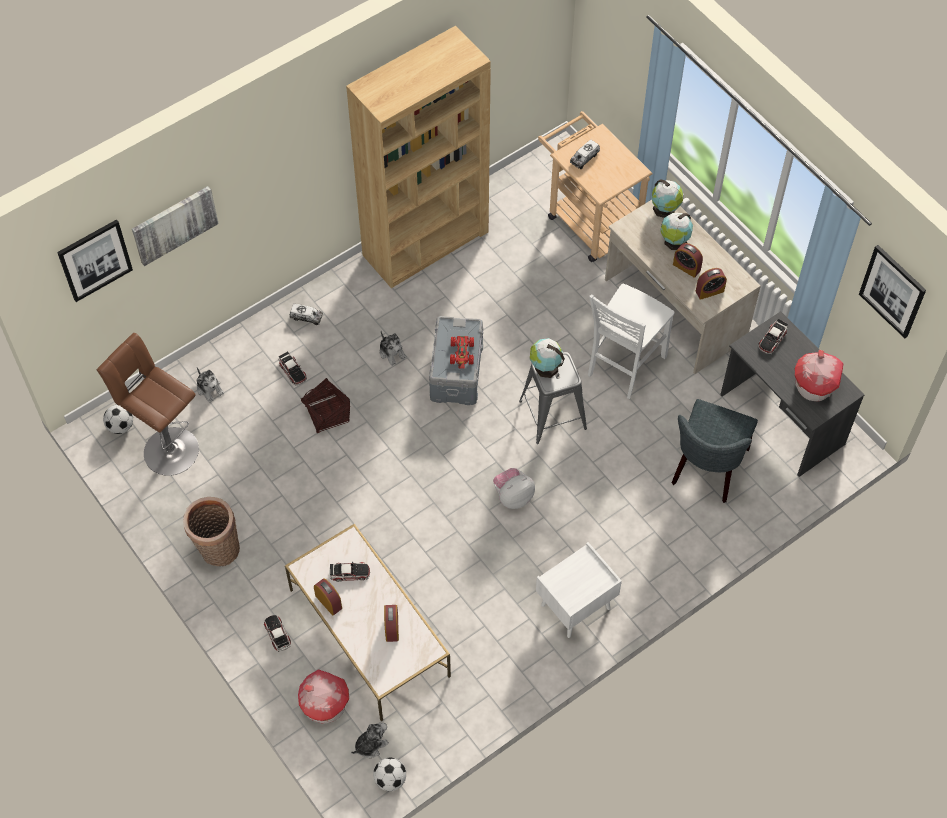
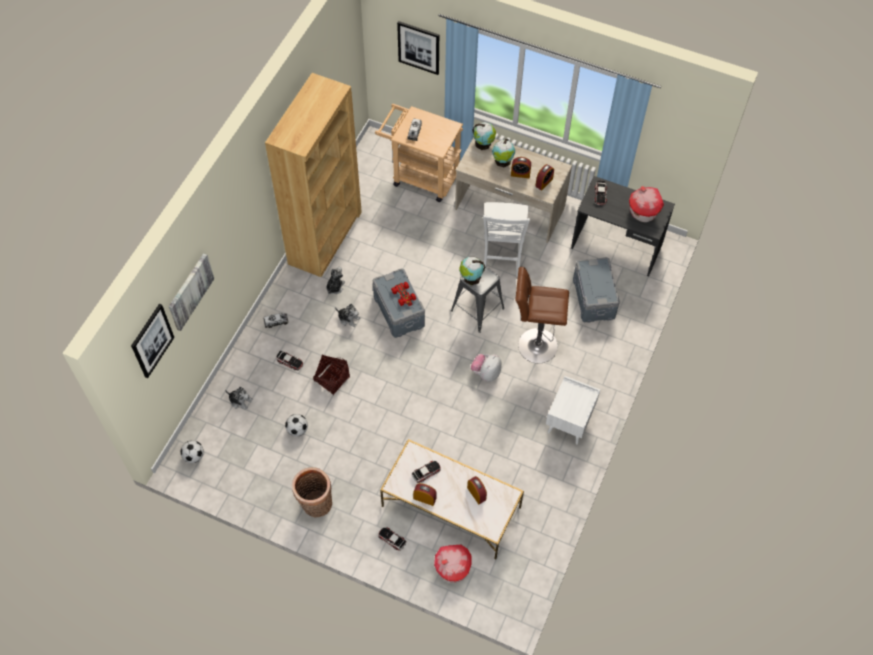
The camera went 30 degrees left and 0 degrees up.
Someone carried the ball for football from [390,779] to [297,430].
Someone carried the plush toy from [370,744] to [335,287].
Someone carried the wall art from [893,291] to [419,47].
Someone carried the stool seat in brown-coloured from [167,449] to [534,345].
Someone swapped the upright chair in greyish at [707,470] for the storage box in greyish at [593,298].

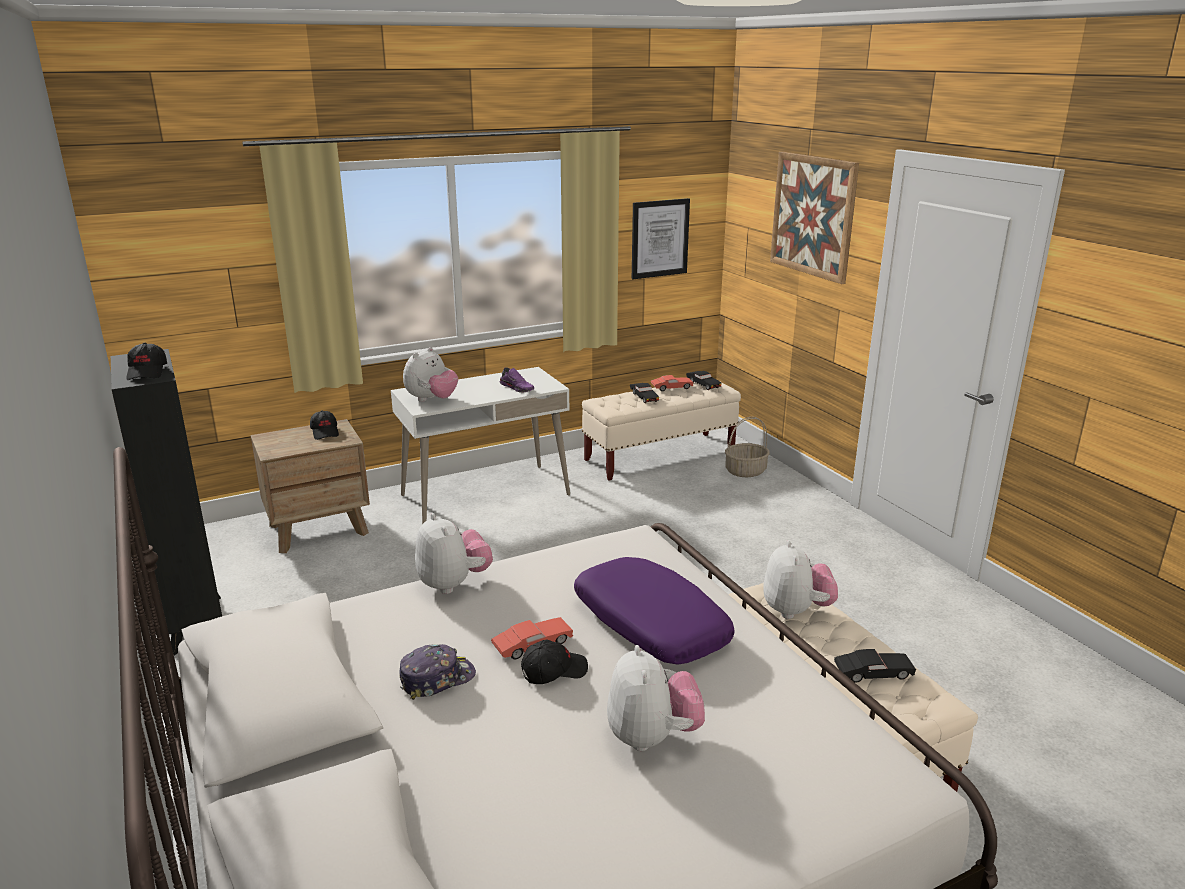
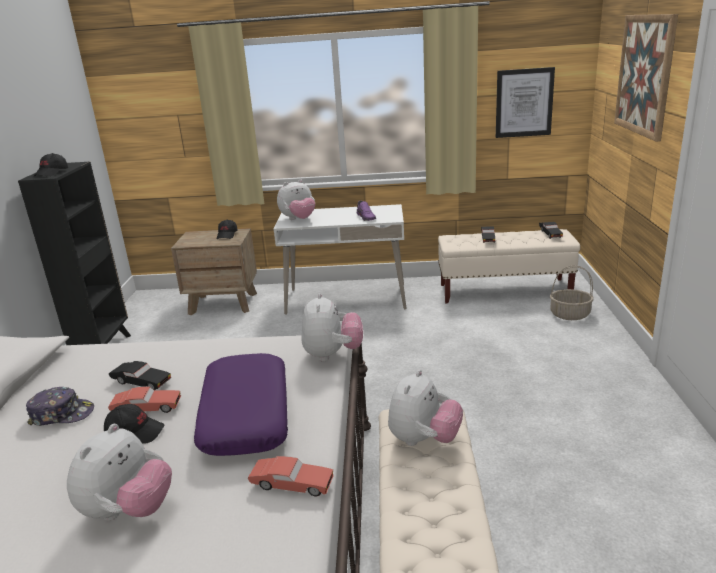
The camera went 30 degrees right and 0 degrees up.
Someone carried the model car in black-coloured from [873,674] to [141,382].
Someone carried the model car in red-coloured from [671,388] to [292,485].
Someone carried the plush toy from [454,583] to [333,354].

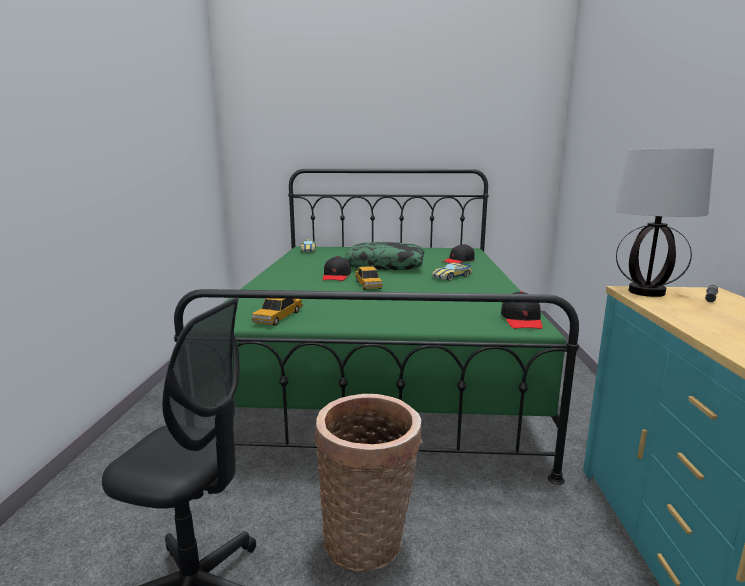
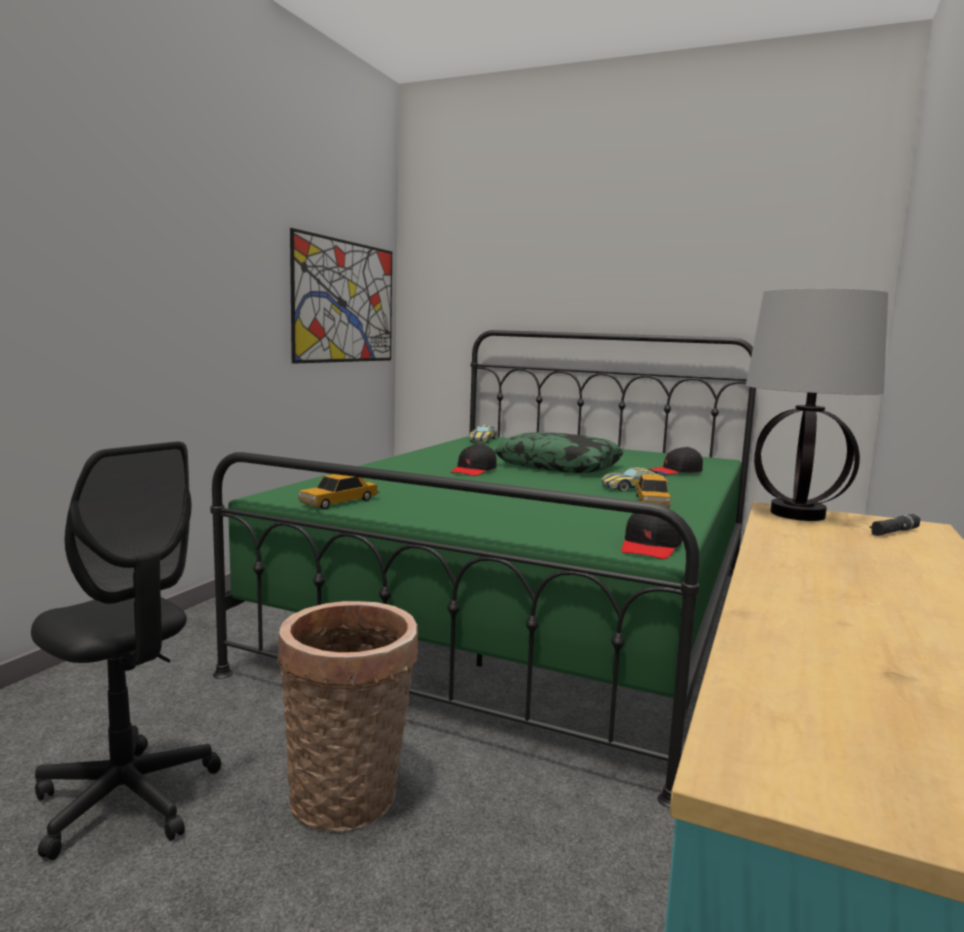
The camera went 20 degrees right and 5 degrees down.
Someone put up the wall art at [345,302].
Someone carried the model car from [368,284] to [652,502].

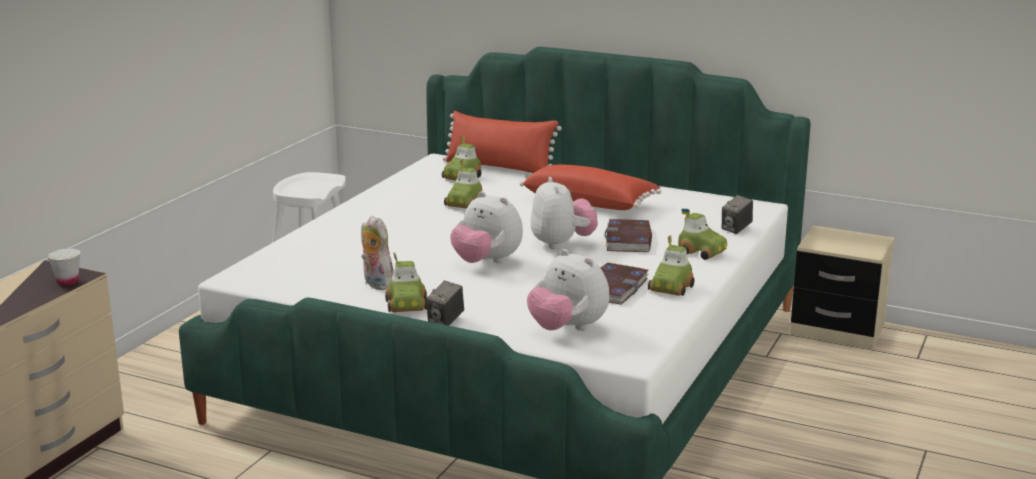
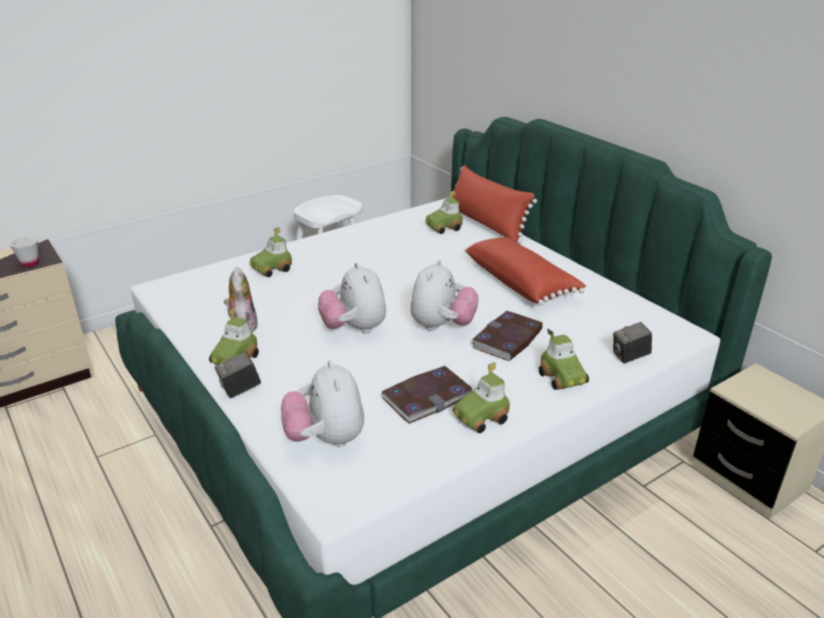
The camera went 30 degrees right and 10 degrees up.
Someone carried the model car from [464,204] to [272,269].

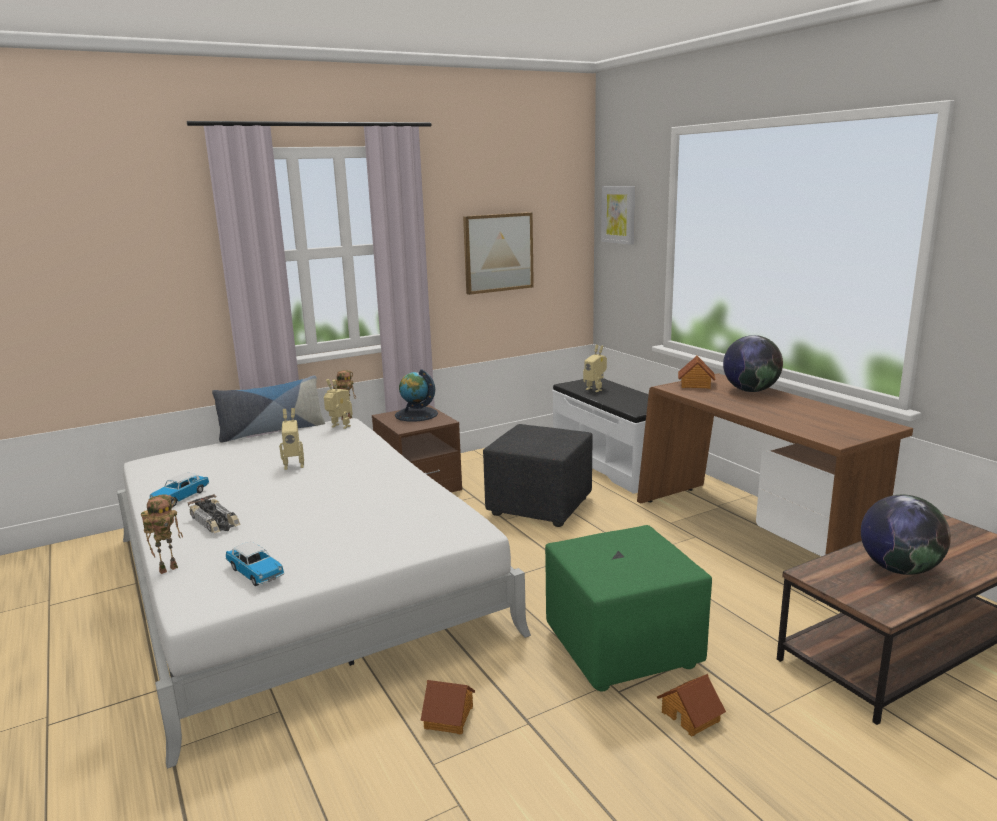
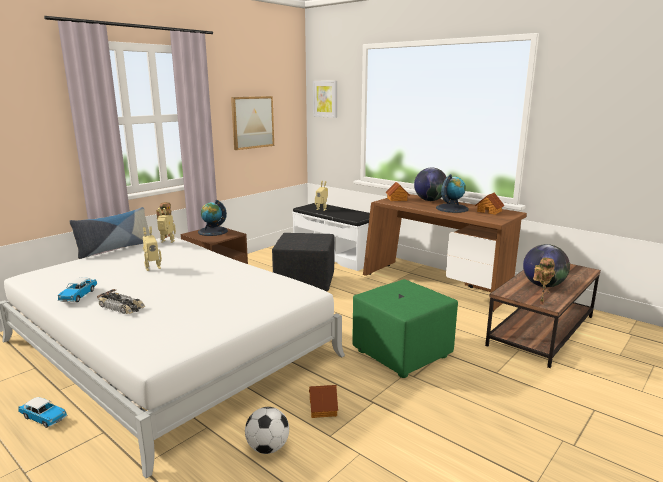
The camera went 20 degrees left and 0 degrees up.
Someone carried the model car from [255,573] to [44,418].
Someone put down the ball for football at [267,448].
Someone put down the globe at [452,208].
Someone carried the miniature house from [691,716] to [489,211].
Someone carried the robot figure from [169,568] to [540,302].

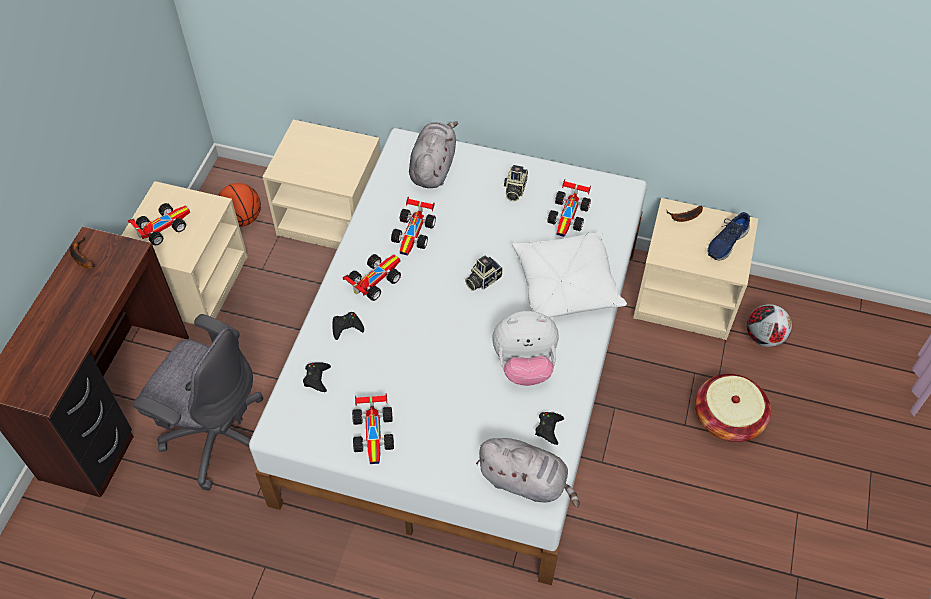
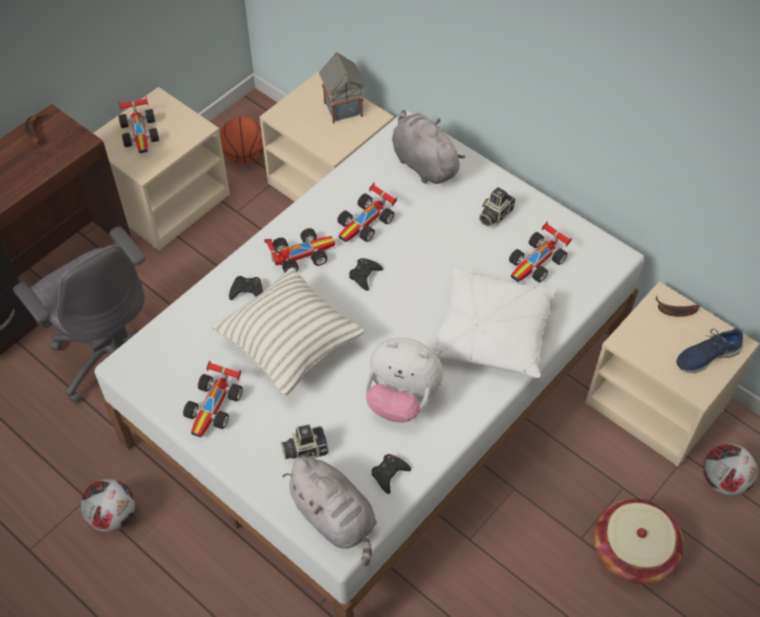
The camera went 25 degrees right and 0 degrees up.
Someone put down the ball for football at [113,515].
Someone rotated the model car at [162,227] by 90 degrees clockwise.
Someone put down the throw pillow at [290,346].
Someone carried the photo camera from [482,280] to [304,449].
Someone put down the miniature house at [342,108].
Someone carried the game controller in black-coloured from [317,378] to [364,275].
Someone rotated the plush toy in greyish at [433,167] by 75 degrees counterclockwise.

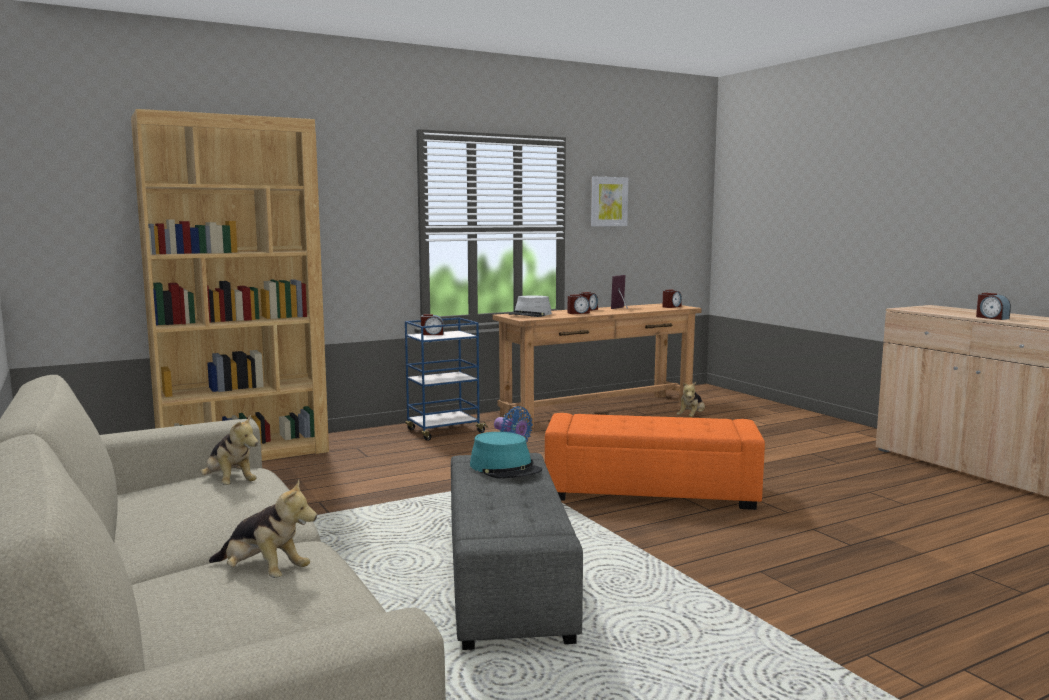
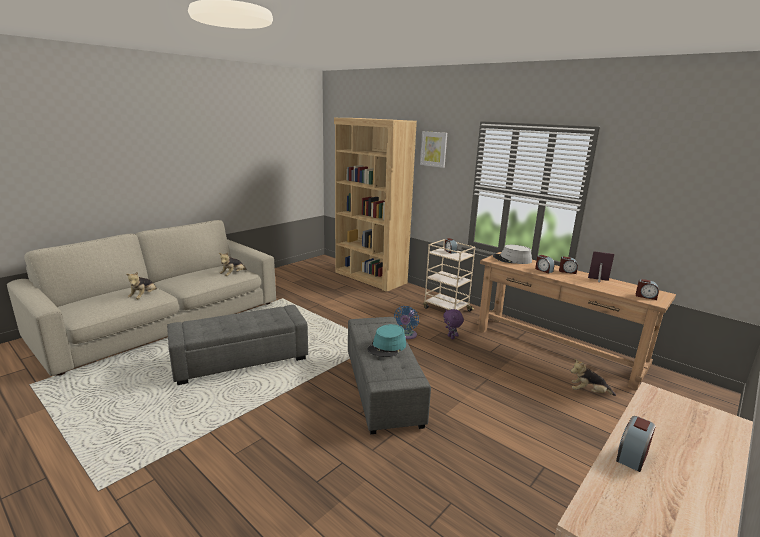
The camera went 70 degrees right and 10 degrees up.
Someone repainted the ottoman in orange at [650,491], which became the ottoman in greyish at [383,387].
Someone carried the wearable hat in turquoise from [505,468] to [387,347].
Someone carried the wall art from [608,201] to [434,149].
Someone repainted the trolley in blue-coloured at [444,431], which became the trolley in beige-coloured at [446,309].
Someone put down the plush toy in purple at [451,337].

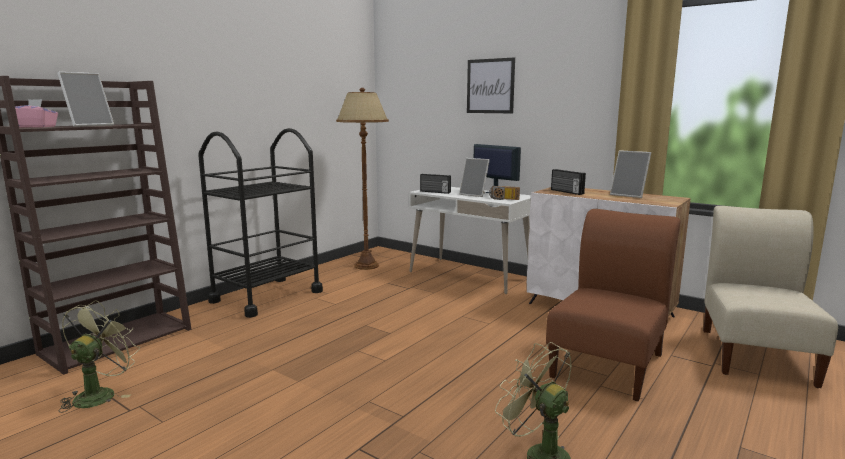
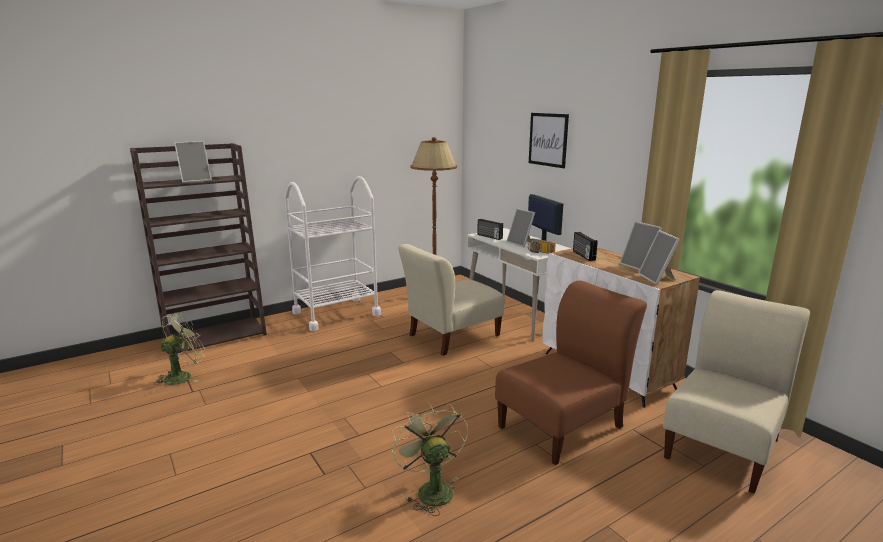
The camera went 20 degrees right and 5 degrees up.
Someone repainted the trolley in black-coloured at [267,296], which became the trolley in white-coloured at [336,313].
Someone put down the upright chair in beige-coloured at [451,337].
Someone put down the picture frame at [657,279].
Someone took away the box of tissues in pink-coloured at [37,127].

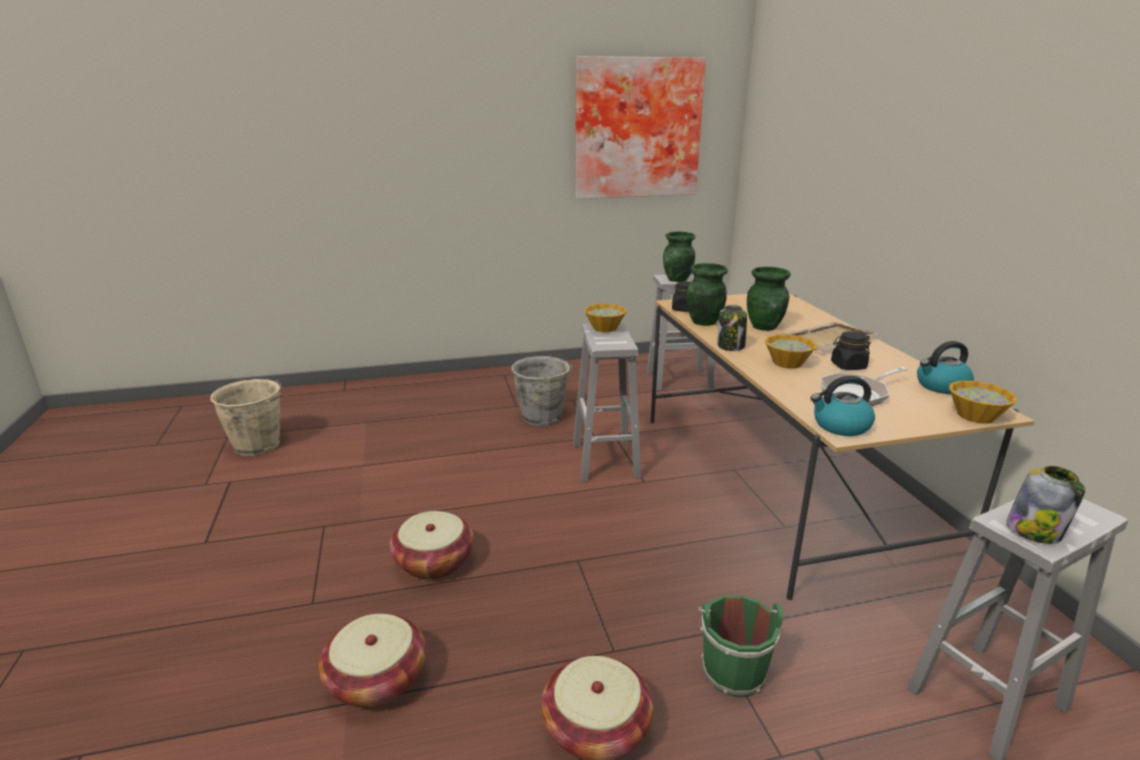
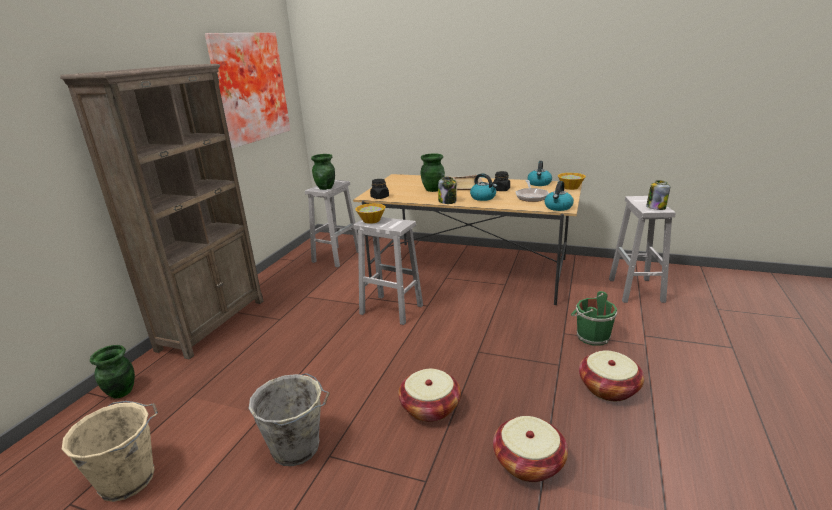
The camera went 55 degrees left and 0 degrees up.
Someone put down the bookshelf in brown-coloured at [213,324].
Someone carried the vase in green from [704,322] to [121,392].
Someone carried the bucket in greyish from [542,418] to [298,448].
Someone swapped the serving bowl at [787,363] for the kettle at [483,197].

